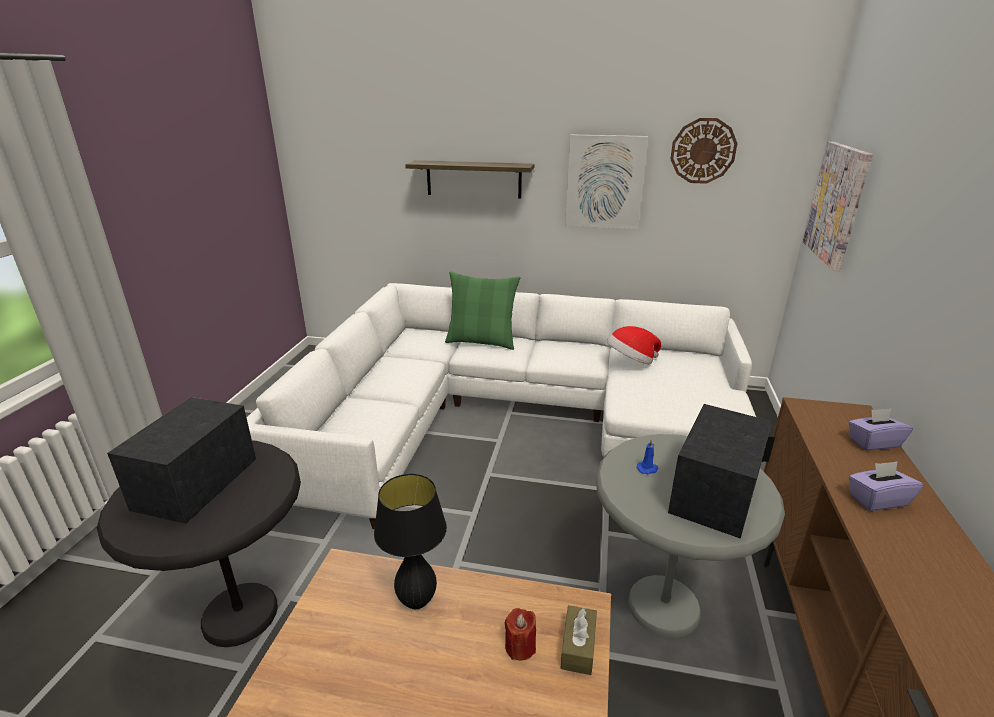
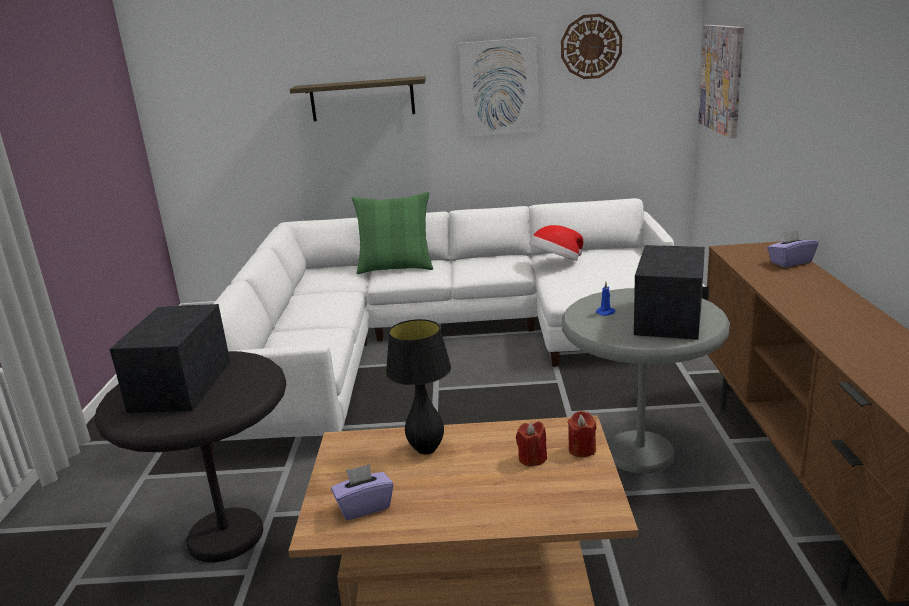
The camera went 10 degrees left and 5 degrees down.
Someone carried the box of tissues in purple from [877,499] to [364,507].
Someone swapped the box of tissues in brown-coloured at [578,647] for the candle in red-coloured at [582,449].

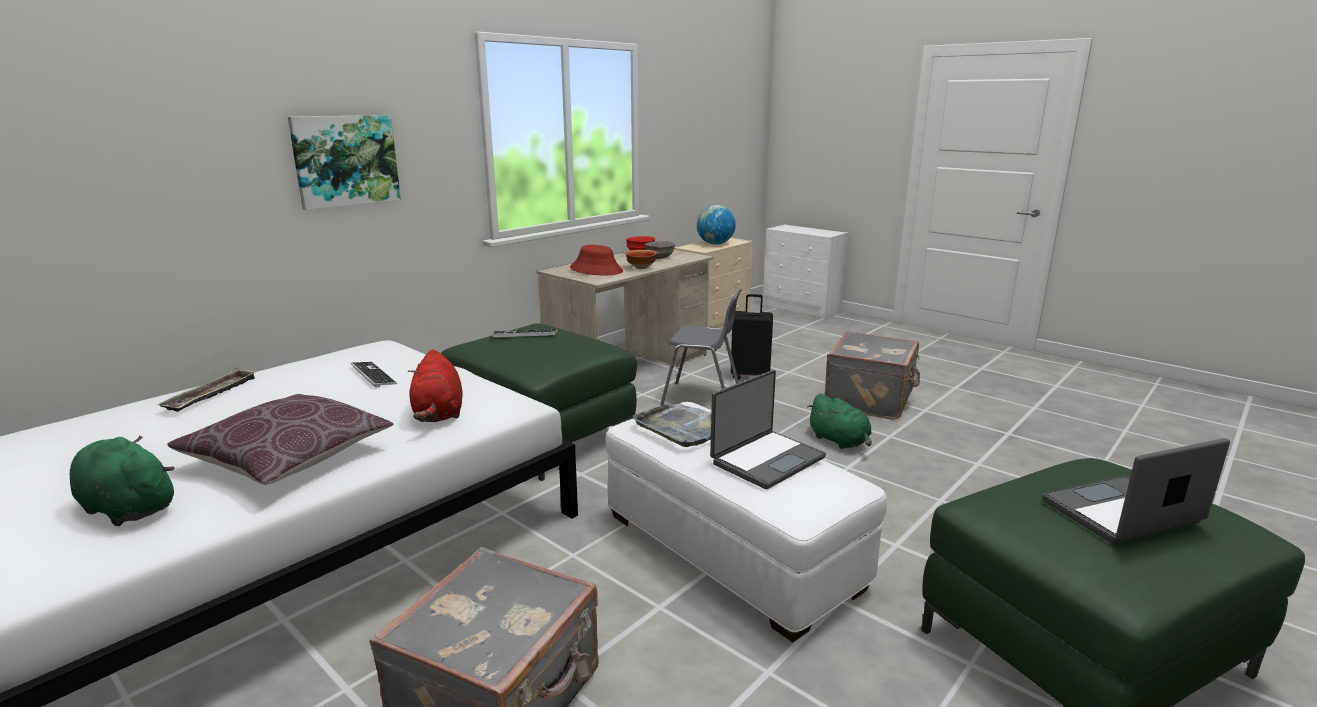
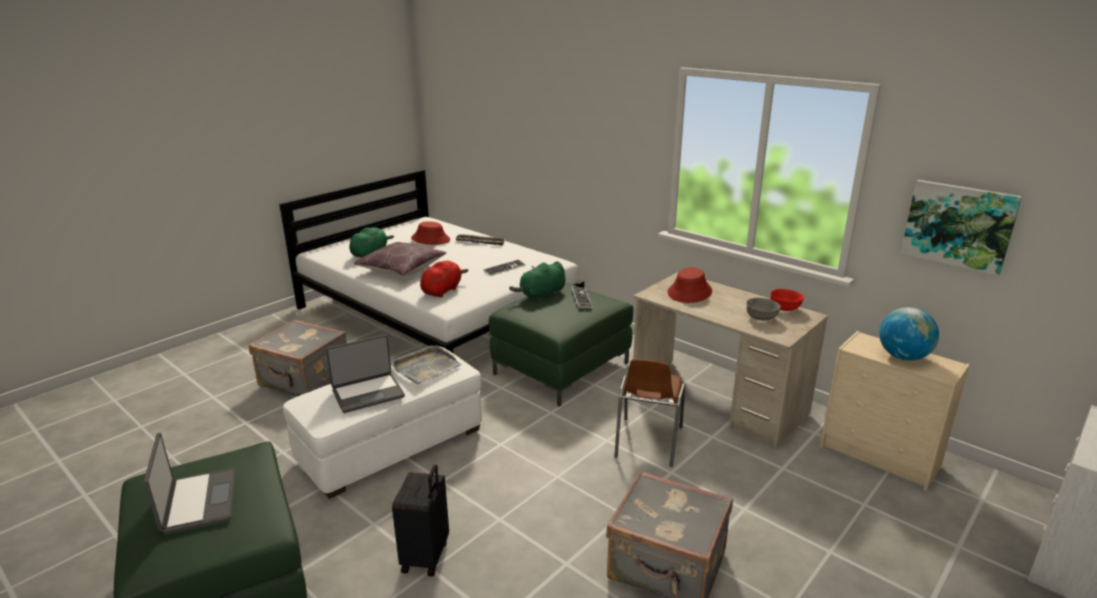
The camera went 90 degrees right and 5 degrees up.
Someone rotated the portable computer at [766,460] by 75 degrees counterclockwise.
Someone carried the travel case in black-coloured from [751,376] to [427,557].
Someone put down the wearable hat in red-coloured at [430,239].
Someone rotated the plush toy in red-coloured at [438,414] by 135 degrees clockwise.
Someone carried the plush toy in green from [840,441] to [541,295].
Someone repainted the upright chair in greyish at [702,398], which became the upright chair in brown-coloured at [647,442].
Someone carried the wall art from [345,160] to [958,225].
Someone took away the serving bowl at [642,268].

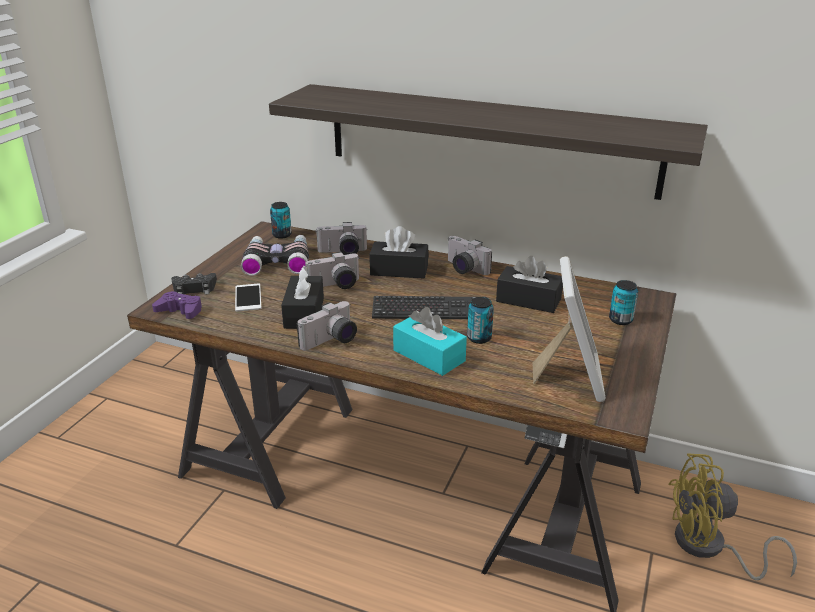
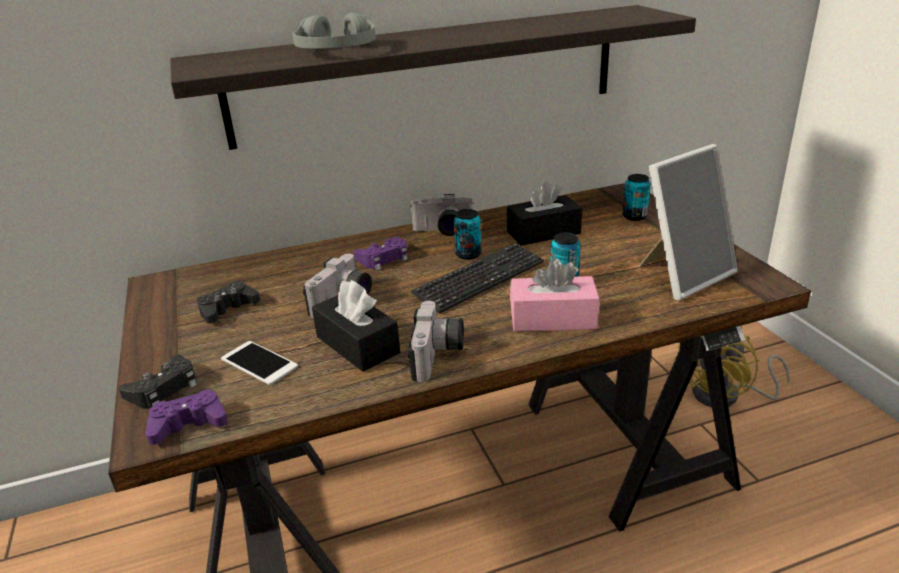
The camera went 40 degrees left and 0 degrees up.
Someone swapped the binoculars at [277,261] for the game controller in black-coloured at [227,309].
Someone put down the headset in greyish at [336,51].
Someone swapped the box of tissues in black-coloured at [399,270] for the game controller in purple at [384,258].
Someone carried the metal can from [282,235] to [468,254].
Someone repainted the box of tissues in turquoise at [429,355], which became the box of tissues in pink-coloured at [552,318].
Someone rotated the picture frame at [569,375] by 90 degrees clockwise.
Someone took away the photo camera at [342,252].

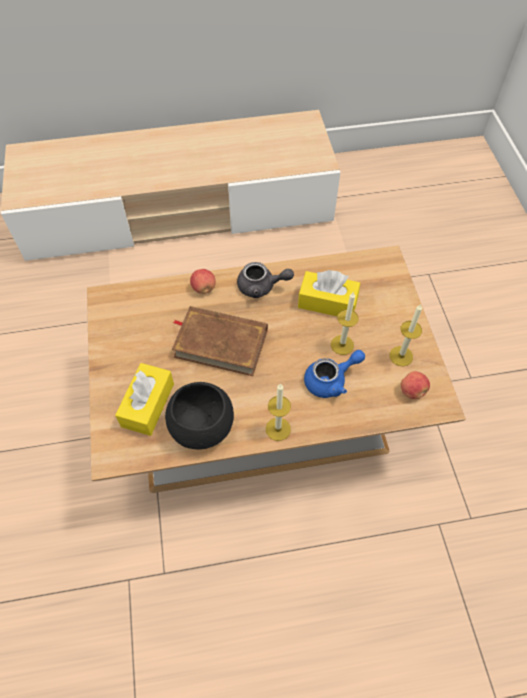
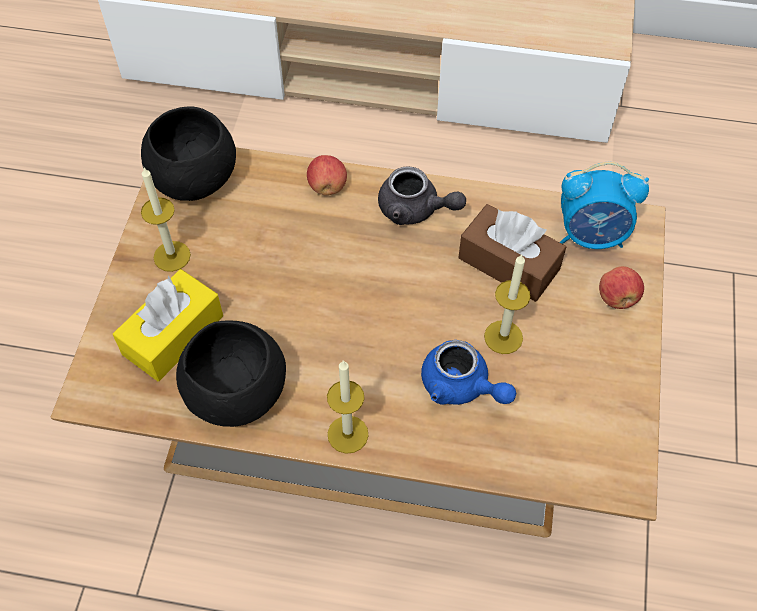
The camera went 20 degrees right and 0 degrees up.
Someone put down the serving bowl in black-coloured at [194,180].
Someone carried the candle from [401,356] to [172,256].
Someone rotated the teapot in blue-coloured at [331,380] by 45 degrees clockwise.
Someone repainted the box of tissues in yellow-coloured at [327,302], which became the box of tissues in brown-coloured at [508,263].
Someone put down the alarm clock at [592,235].
Someone carried the apple from [412,391] to [617,298].
Someone took away the bound book in brown-coloured at [221,343].

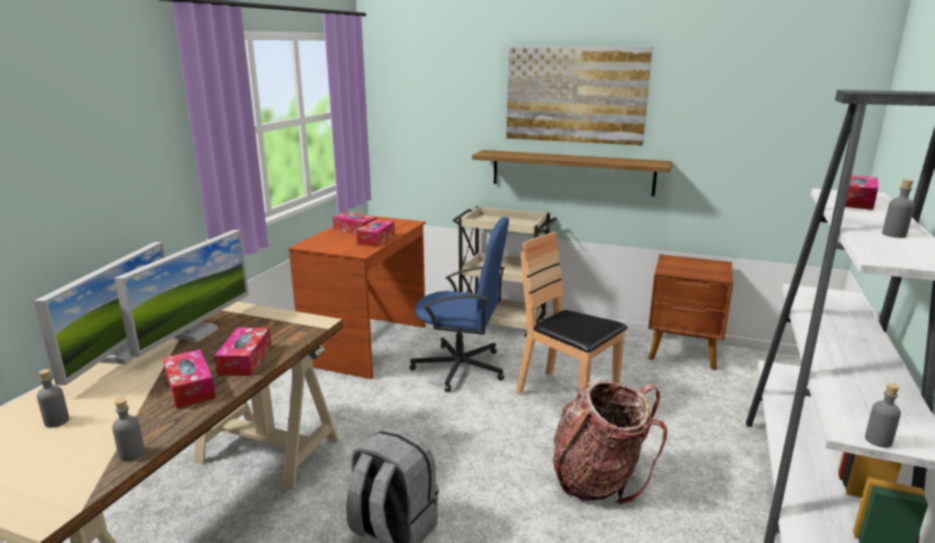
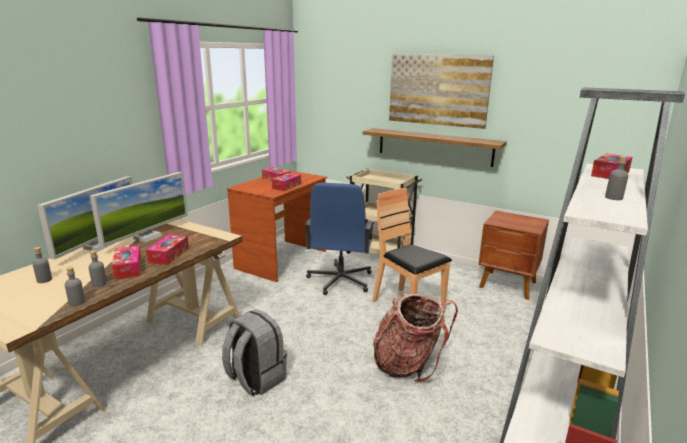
The camera went 10 degrees right and 0 degrees up.
Someone carried the drink bottle in greyish from [878,440] to [99,284].
Someone rotated the office chair in blue-coloured at [461,368] by 75 degrees clockwise.

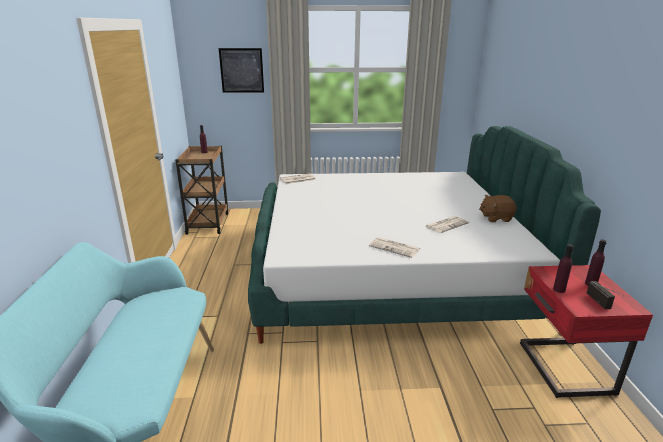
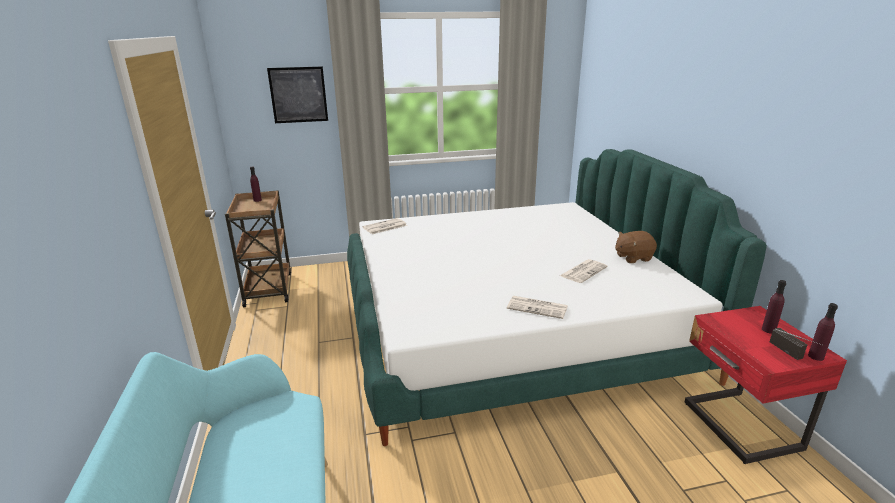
The camera went 10 degrees left and 0 degrees up.
Someone carried the drink bottle in purple from [559,289] to [815,356].

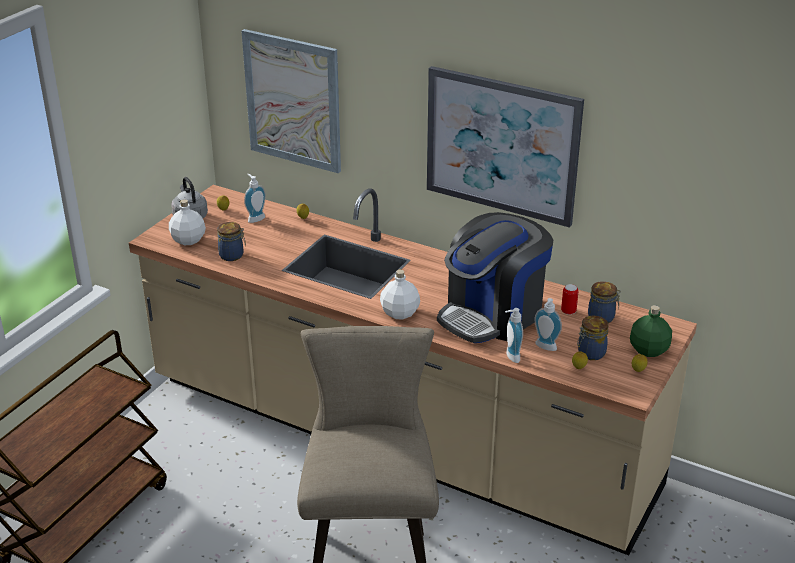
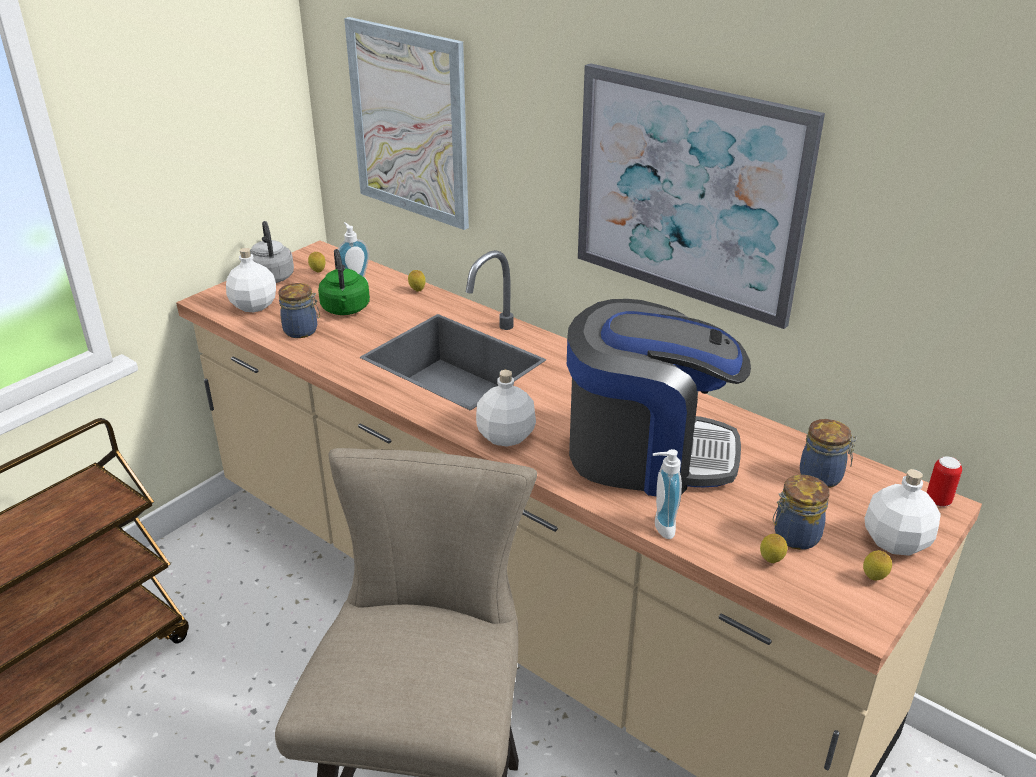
The camera went 10 degrees right and 0 degrees up.
Someone put down the kettle in green at [346,310].
Someone rotated the coffee brewer at [492,314] by 135 degrees counterclockwise.
Someone repainted the drink bottle in green at [648,350], which became the drink bottle in white-coloured at [894,541].
Someone carried the metal can from [568,311] to [938,501].
Someone took away the soap dispenser at [544,347].

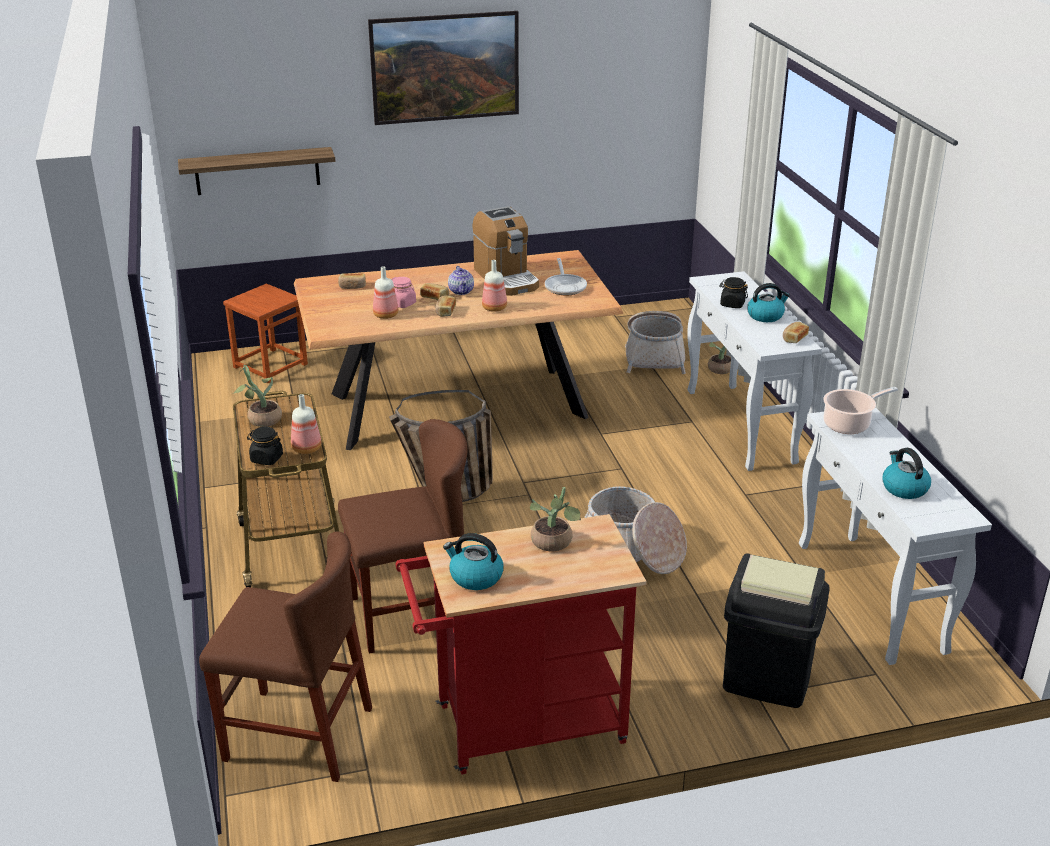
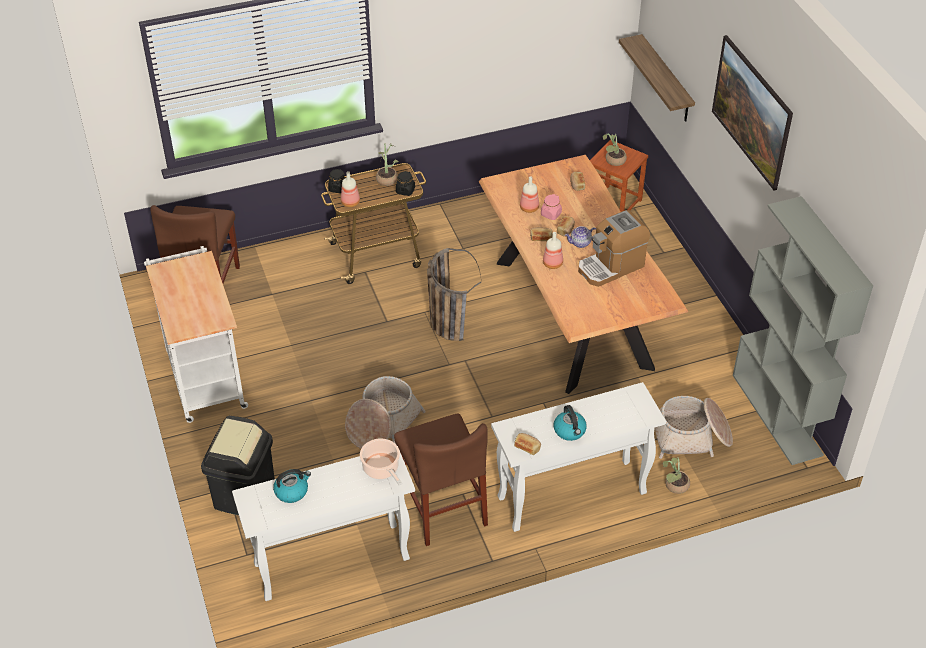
The camera went 85 degrees right and 15 degrees up.
Someone repainted the trolley in red-coloured at [518,728], which became the trolley in white-coloured at [204,375].
Someone carried the upright chair in brown-coloured from [411,614] to [442,506].
Someone carried the preserve jar in black-coloured from [732,304] to [405,190].
Someone carried the potted plant from [554,544] to [613,161].
Someone put down the bookshelf in greyish at [777,414].
Someone took away the kettle at [475,577].
Someone took away the pan at [565,286].

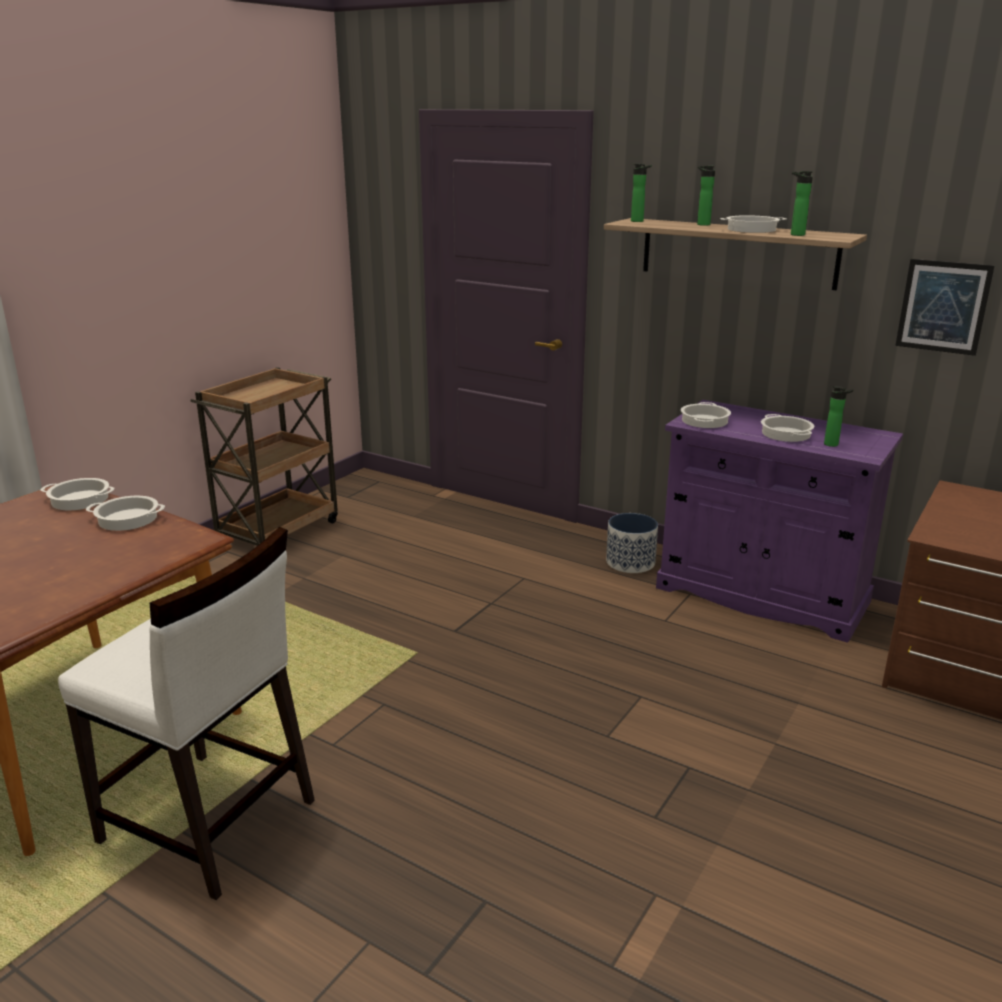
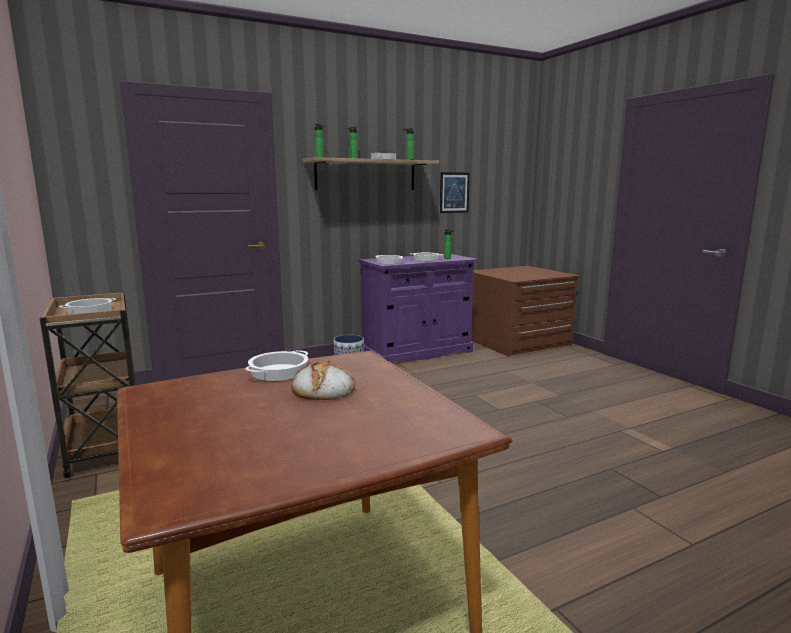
The camera went 60 degrees left and 10 degrees down.
Someone carried the stockpot from [80,500] to [90,310].
Someone put down the bread at [323,389].
Someone took away the upright chair in white-coloured at [208,823].

